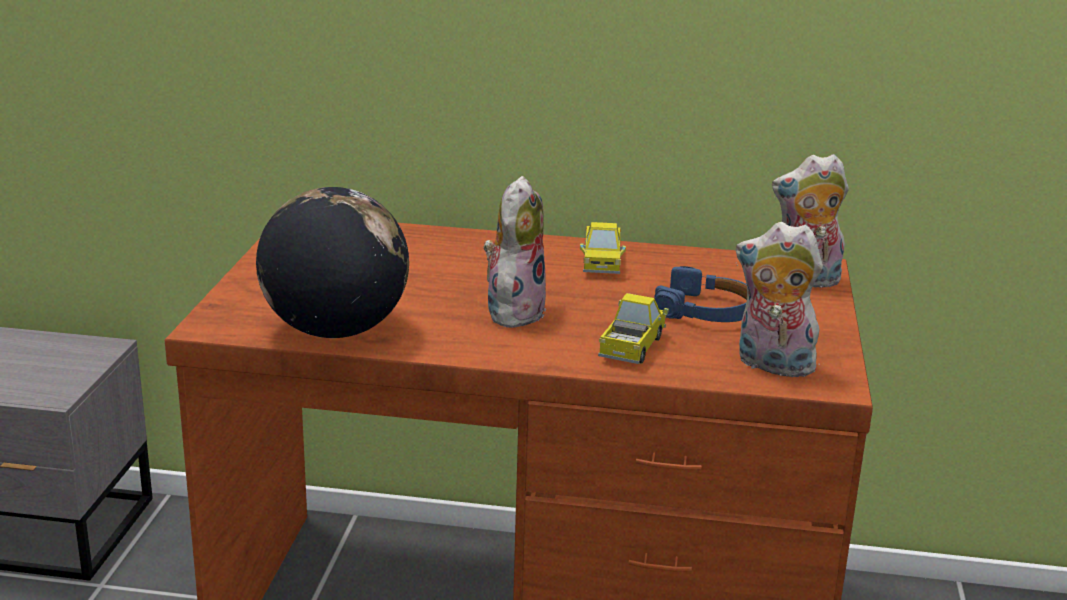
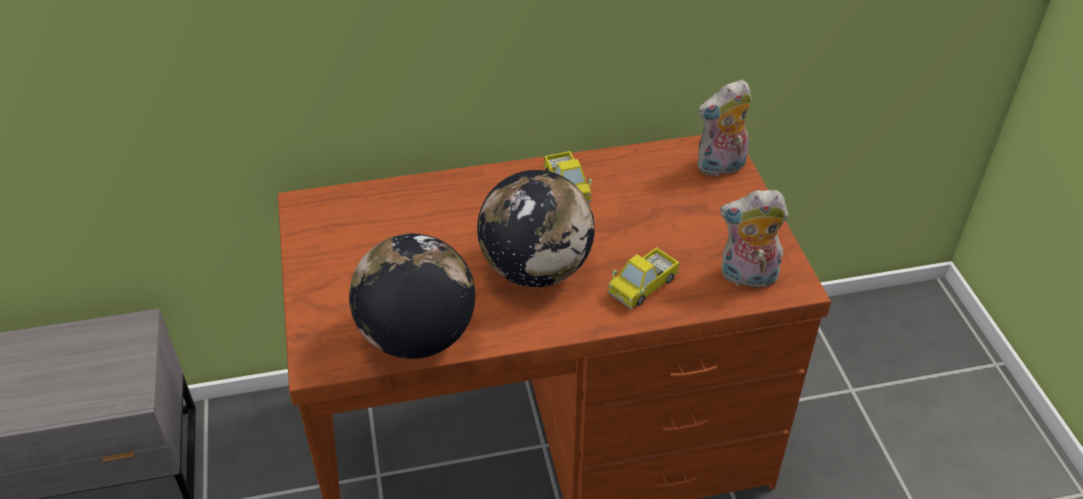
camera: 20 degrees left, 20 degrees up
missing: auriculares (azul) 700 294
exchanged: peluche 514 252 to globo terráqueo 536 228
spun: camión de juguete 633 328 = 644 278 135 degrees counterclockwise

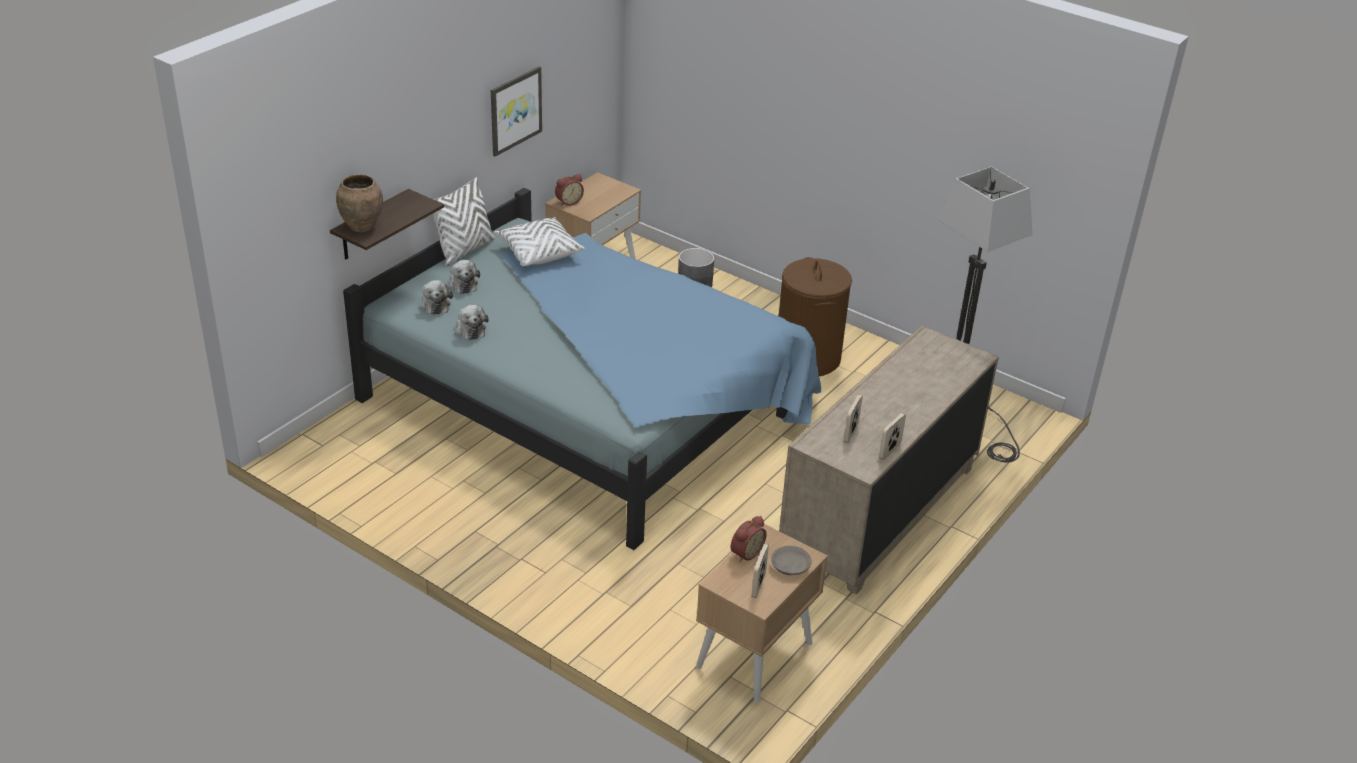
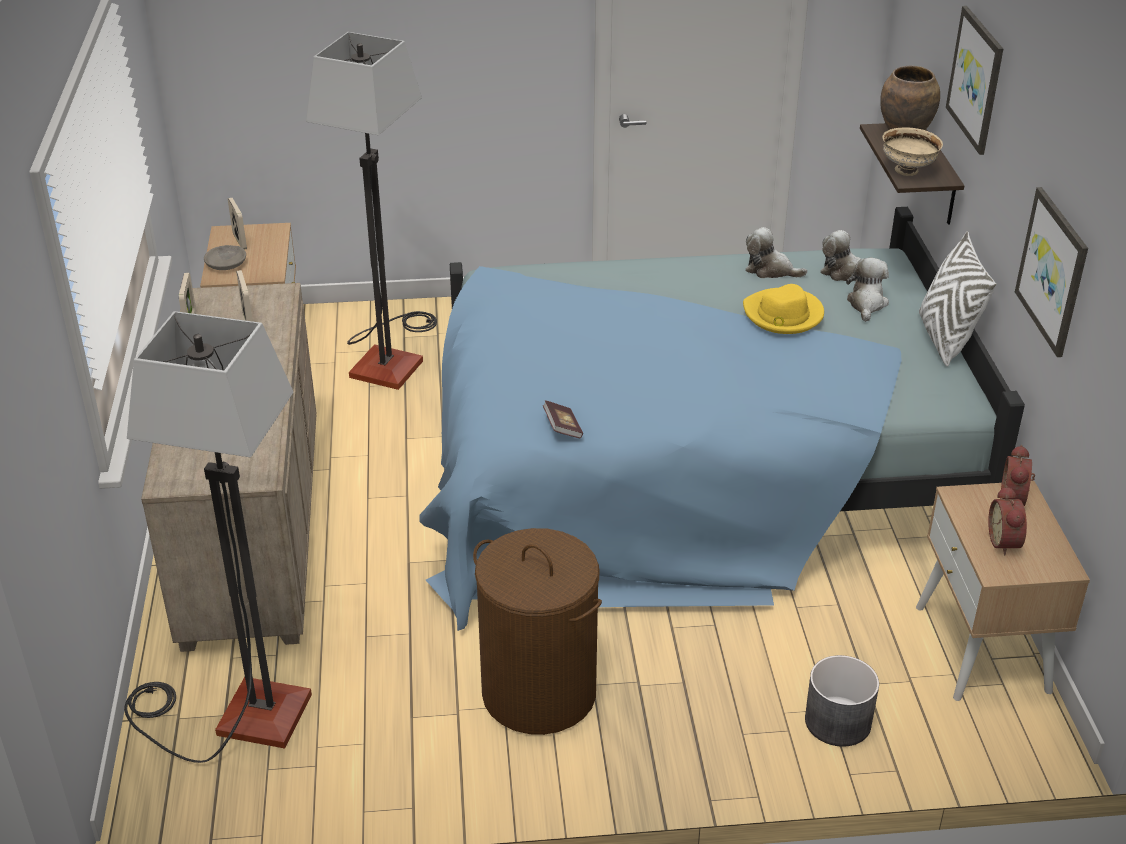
camera: 140 degrees right, 0 degrees up
missing: cojín (blanco) 540 241
appeared: lámpara de pie 371 211; libro 563 419; sombrero (amarillo) 783 309; cuenco (beis) 913 152; cuadro 974 80
relocated: despertador 749 539 to 1007 520
spun: peluche 464 277 = 867 290 75 degrees clockwise

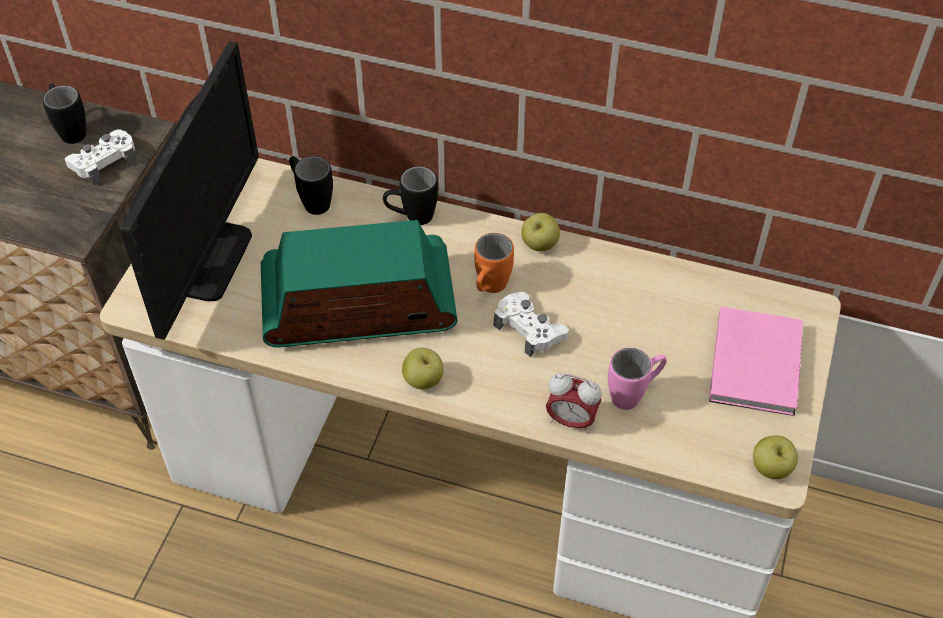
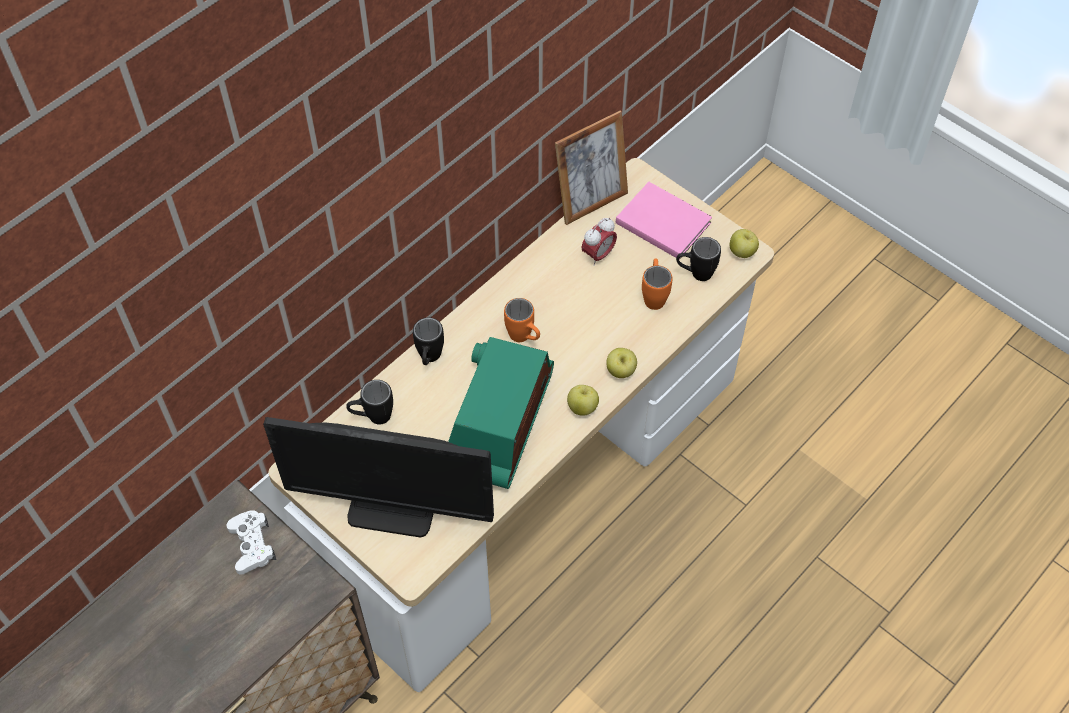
camera: 65 degrees left, 5 degrees up
missing: mando de consola (blanco) 531 324
appeared: portarretratos 591 168
relocated: taza grande (negro) 64 114 to 698 259; manzana 540 232 to 621 363; despertador 574 403 to 599 242
colour: taza grande (rosa) 637 379 to taza grande (naranja) 657 284
spun: monitor 190 190 = 378 477 150 degrees clockwise

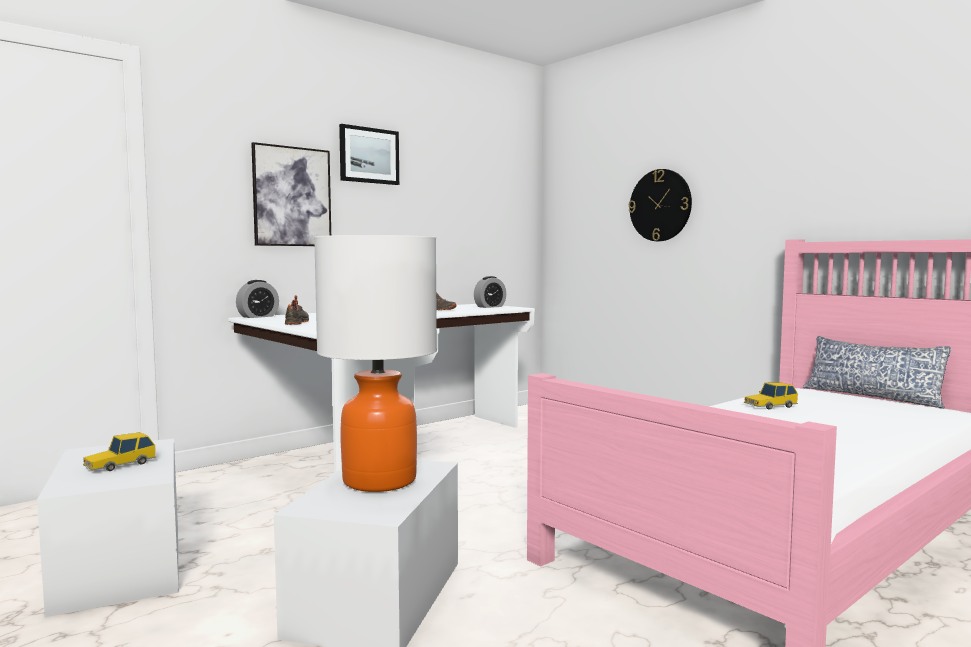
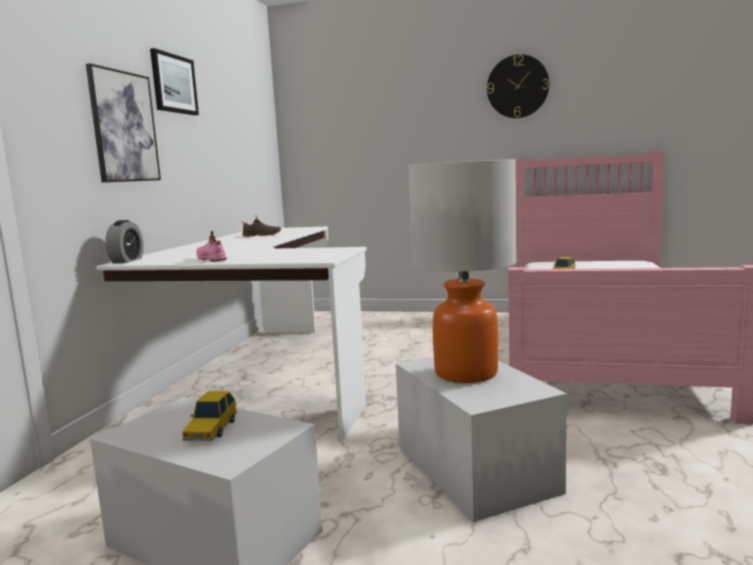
camera: 35 degrees left, 5 degrees up
missing: despertador 490 292; cojín 877 372
relocated: reloj de pared 660 205 to 518 86
colour: zapato (negro) 297 310 to zapato (rosa) 211 246

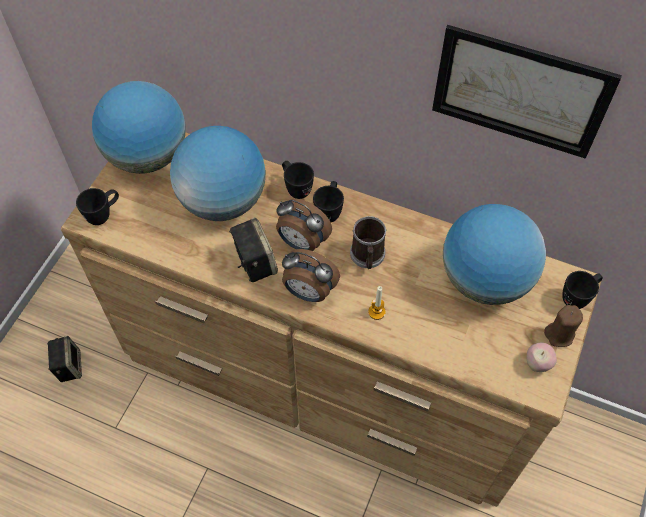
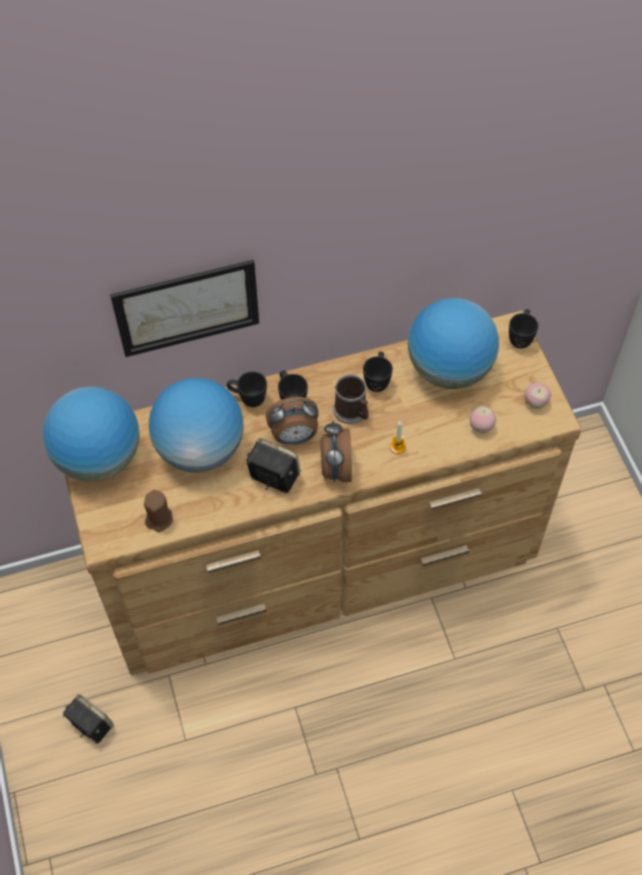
camera: 40 degrees left, 0 degrees up
appeared: manzana 483 420
relocated: taza grande (negro) 97 206 to 378 372; cuadro 527 92 to 184 308; vela (marrón) 563 326 to 158 511
spun: despertador 311 275 = 336 451 105 degrees clockwise

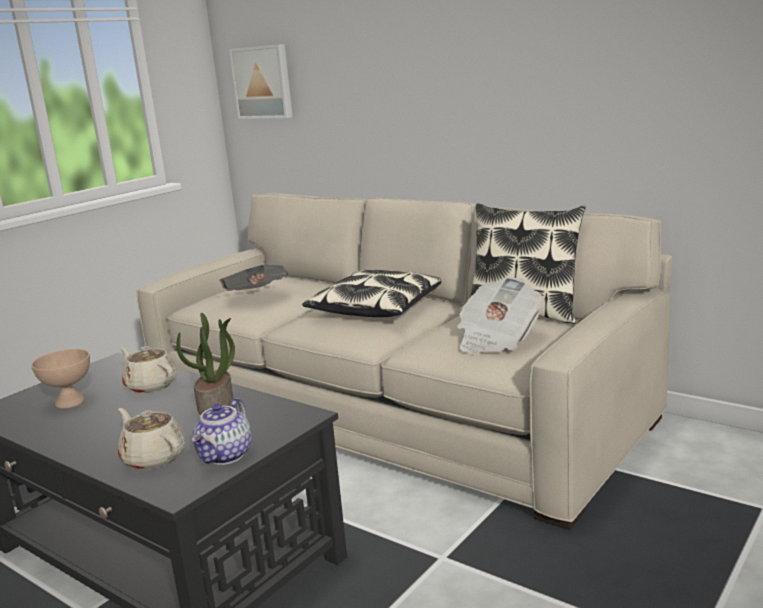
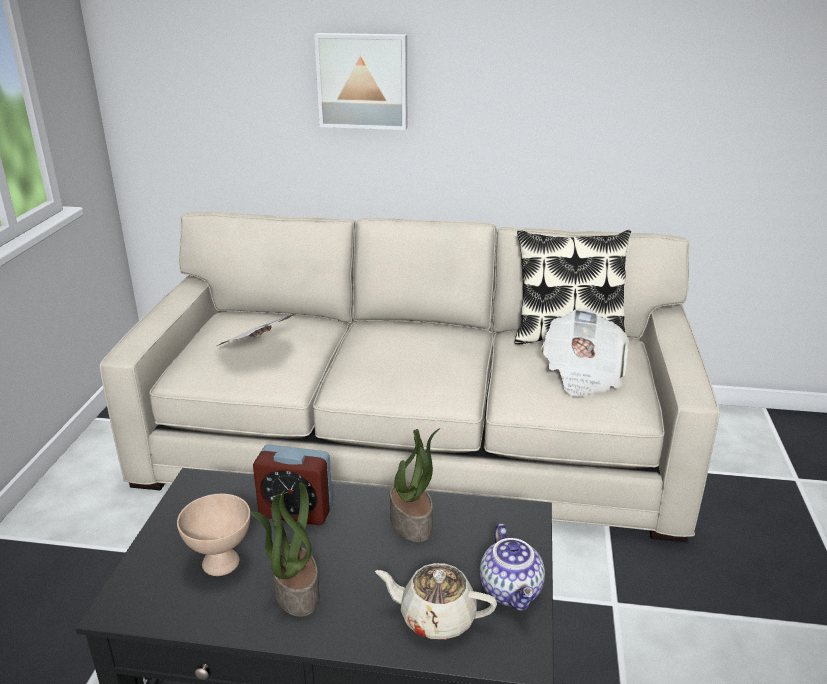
camera: 30 degrees left, 10 degrees up
missing: cojín 372 293
appeared: planta en maceta 285 550
relocated: cuadro 261 81 to 360 81
exchanged: tetera (beis) 148 369 to despertador 293 484

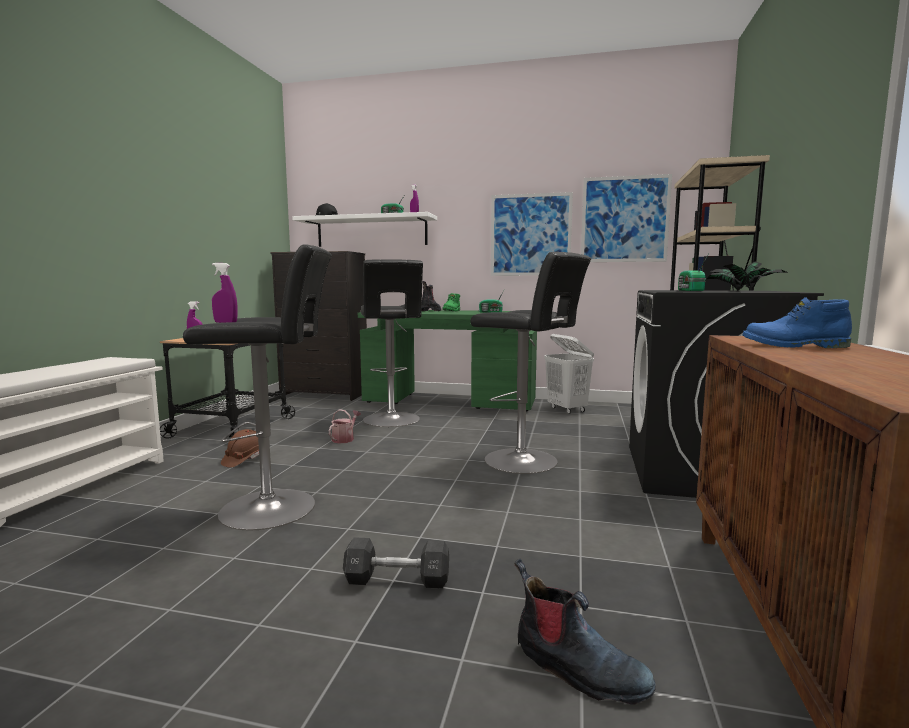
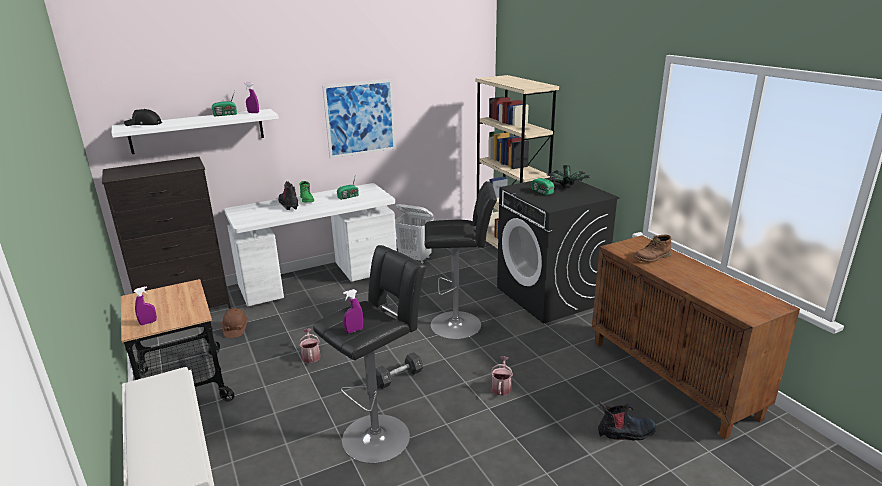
camera: 40 degrees left, 15 degrees up
missing: taburete (negro) 392 343; cuadro 626 218
appeared: regadera 501 376
relocated: casco (marrón) 240 448 to 235 323; mancuerna (negro) 396 563 to 399 370
colour: escritorio (verde) 447 361 to escritorio (blanco) 310 244; bota (azul) 797 322 to bota (marrón) 653 249

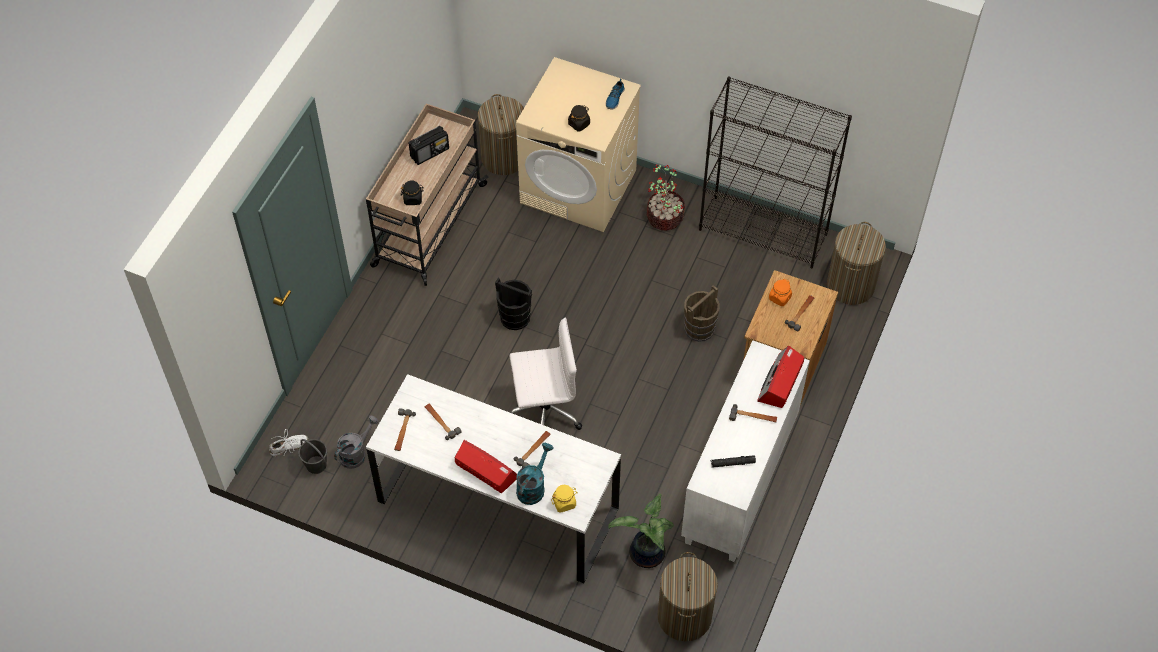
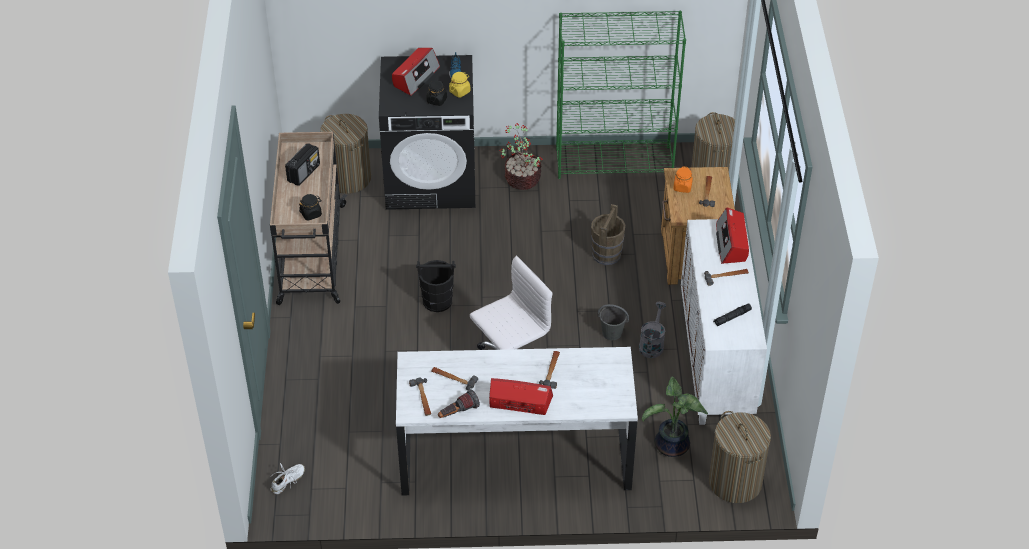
camera: 25 degrees left, 10 degrees down
missing: regadera (turquesa) 534 474
appeared: radio 416 72; linterna 459 403
relocated: cubo (gris) 312 456 to 613 322; regadera (gris) 356 442 to 652 330; tarro (amarillo) 564 499 to 459 84
colour: lavadora (beis) 578 144 to lavadora (negro) 427 132; estantería (negro) 775 173 to estantería (verde) 621 95

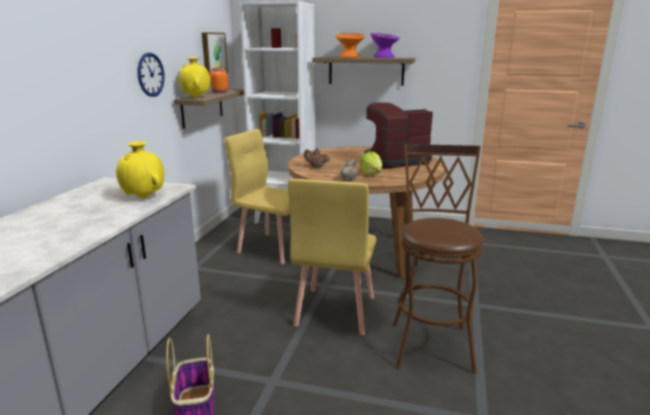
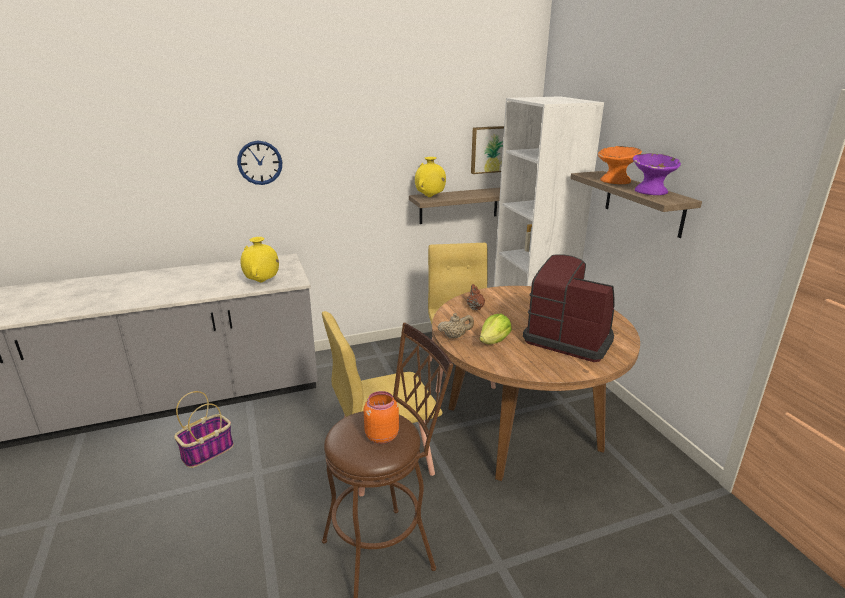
camera: 55 degrees right, 5 degrees up
relocated: reloj de pared 151 75 to 259 163; tarro (naranja) 219 80 to 381 417

